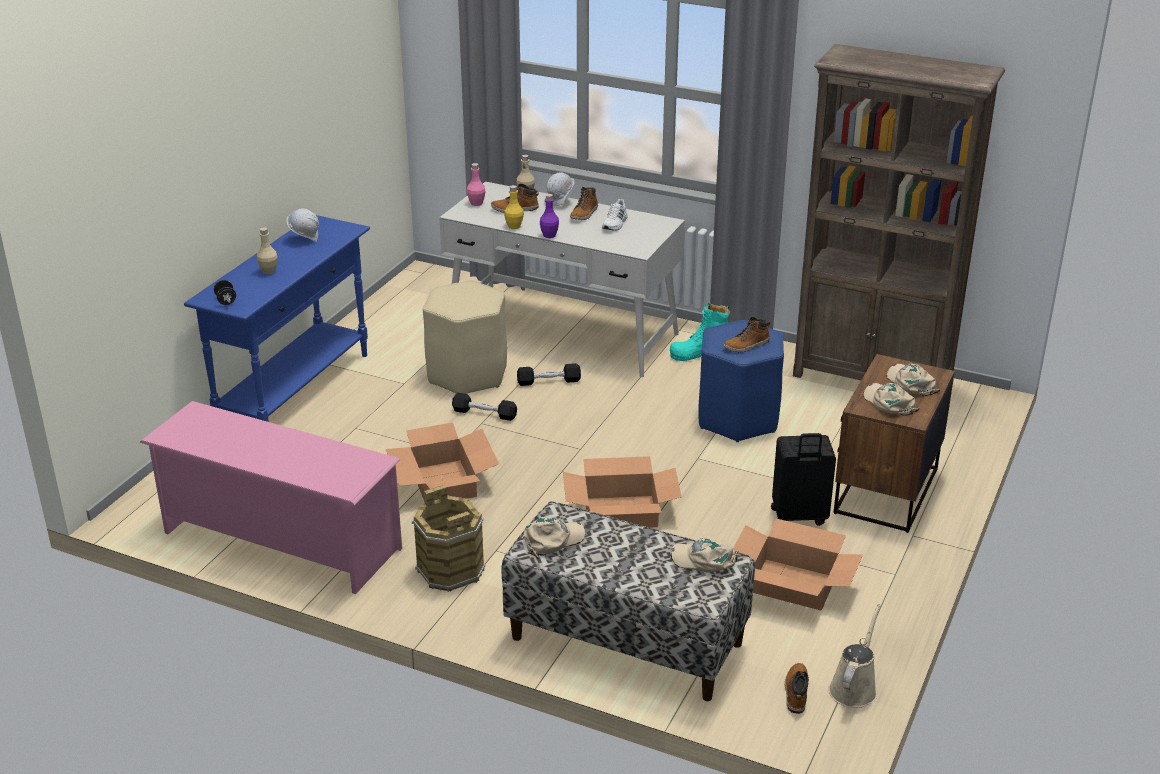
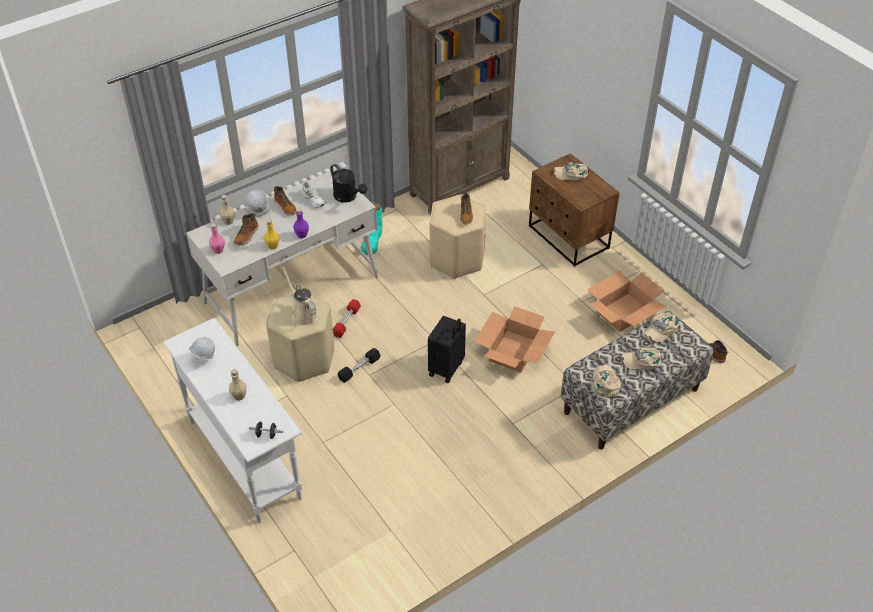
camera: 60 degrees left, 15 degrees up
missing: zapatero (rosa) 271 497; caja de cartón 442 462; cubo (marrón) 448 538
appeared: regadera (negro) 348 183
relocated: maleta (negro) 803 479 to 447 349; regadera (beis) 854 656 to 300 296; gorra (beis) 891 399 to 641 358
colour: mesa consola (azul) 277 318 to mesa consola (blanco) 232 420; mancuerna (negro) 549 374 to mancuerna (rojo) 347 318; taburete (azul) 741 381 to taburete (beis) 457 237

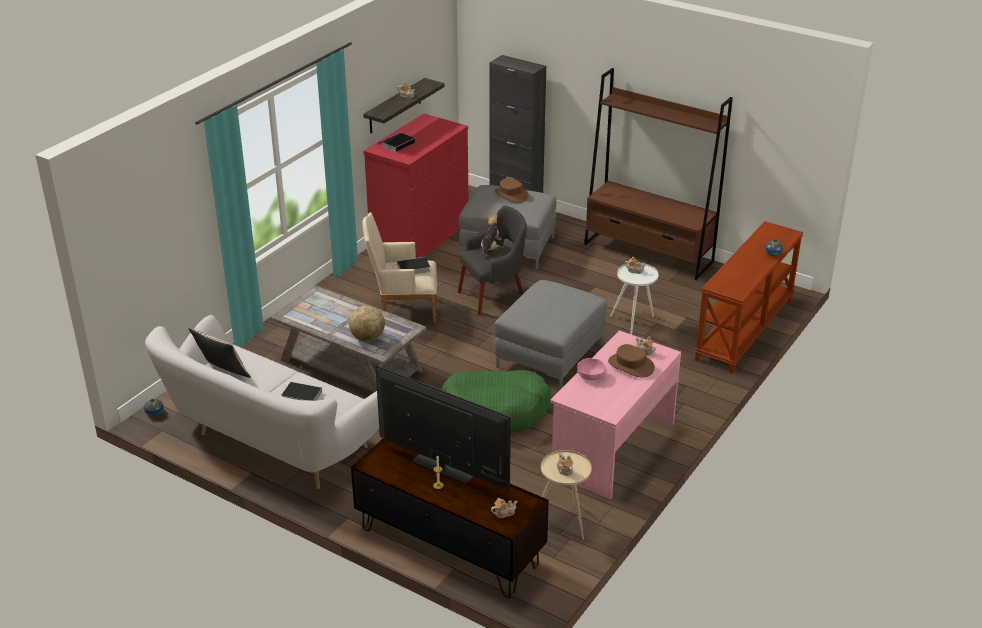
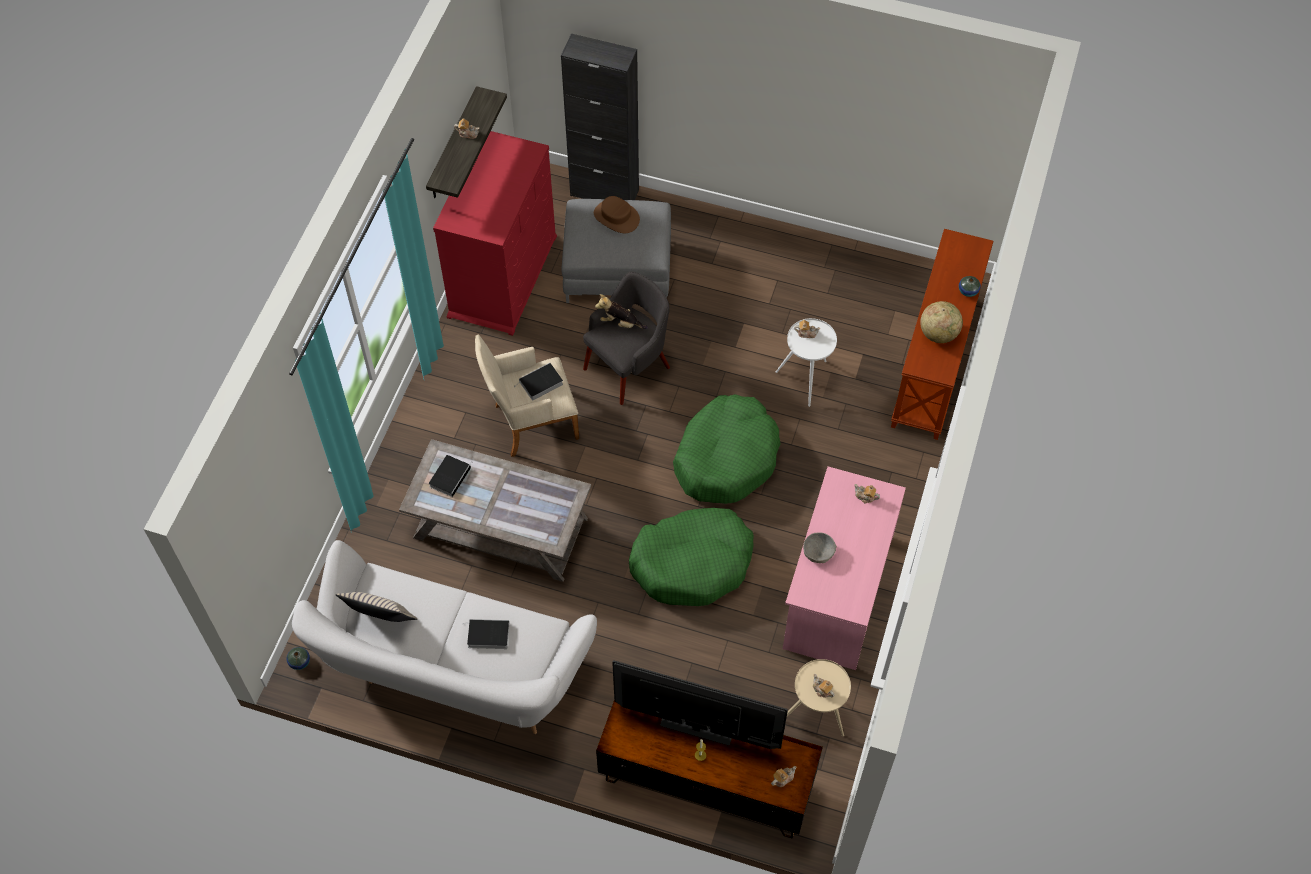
camera: 15 degrees left, 25 degrees up
missing: estantería (marrón) 658 174; sombrero (marrón) 631 360
relocated: globo terráqueo 367 323 to 941 322; libro 400 142 to 450 476
exchanged: puf (gris) 550 335 to cama para perro (verde) 726 449
colour: cuenco (rosa) 591 369 to cuenco (gris) 820 547
spun: peluche 491 237 = 621 311 75 degrees counterclockwise

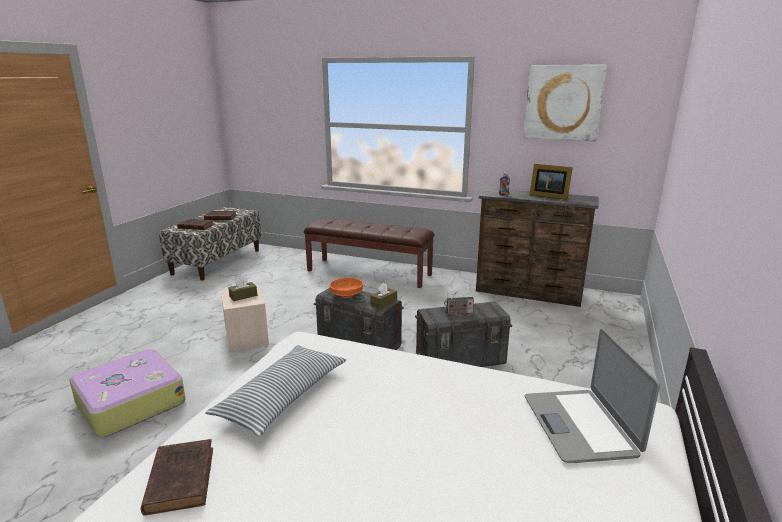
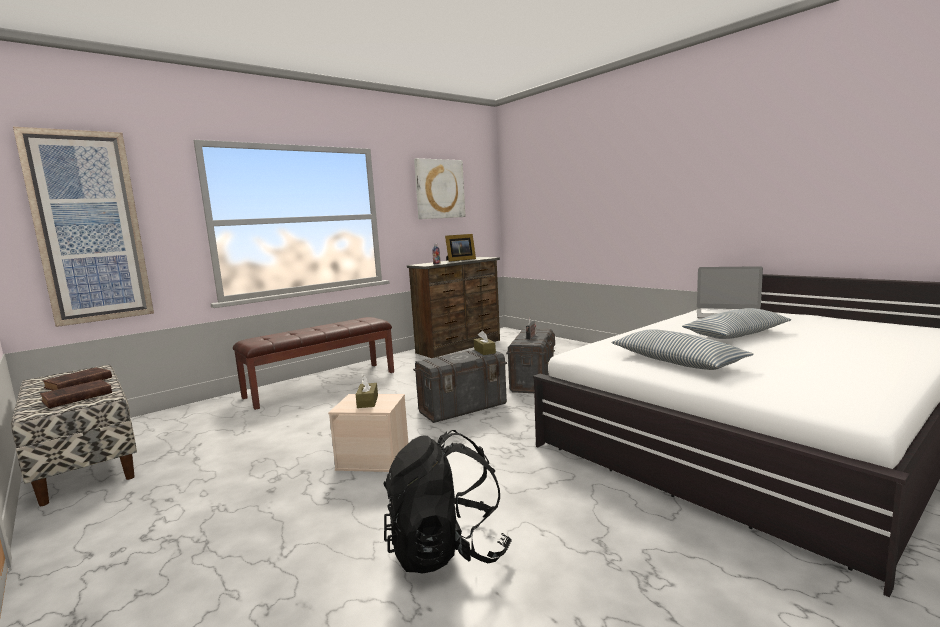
camera: 60 degrees left, 10 degrees down
missing: libro (marrón) 177 477; cuenco (naranja) 346 288
appeared: cuadro 83 227; cojín 736 323
exchanged: maleta 127 393 to mochila (negro) 447 502

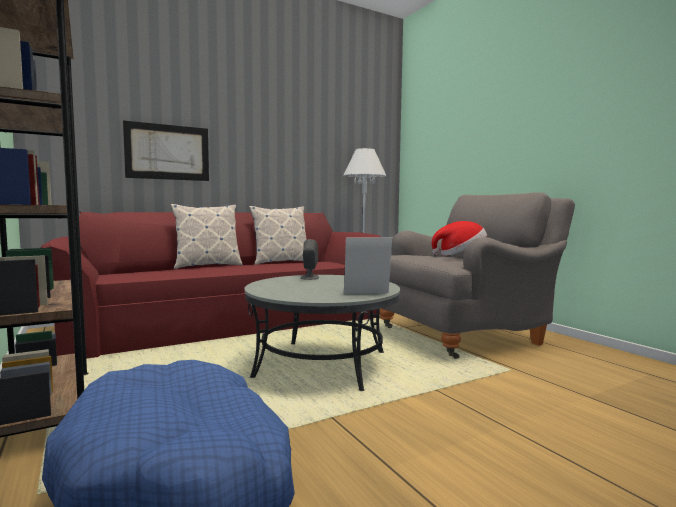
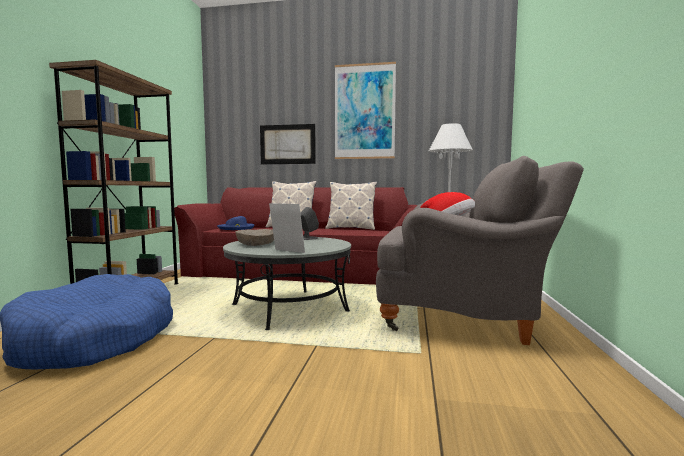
camera: 40 degrees right, 0 degrees up
appeared: sombrero (azul) 236 223; cuenco (beis) 254 237; cuadro 365 110

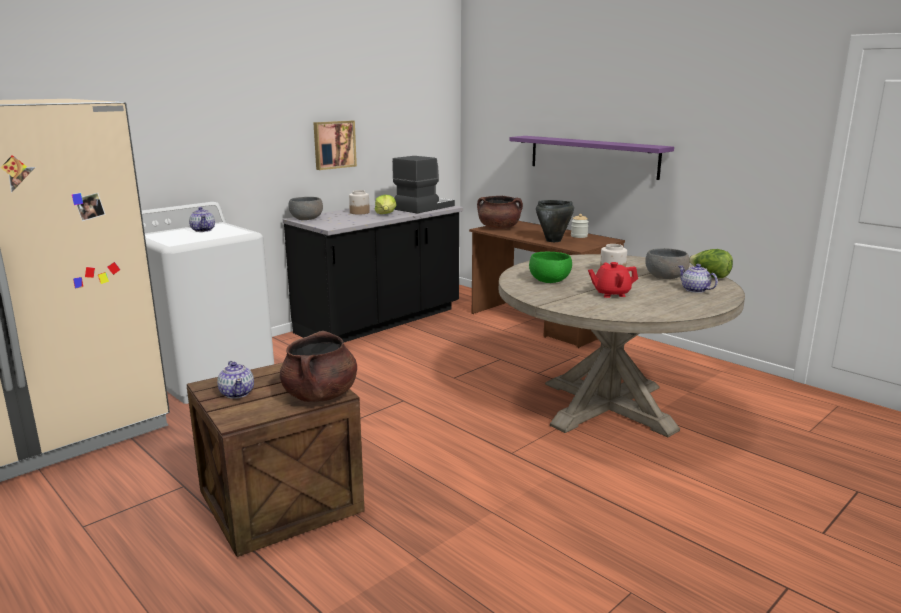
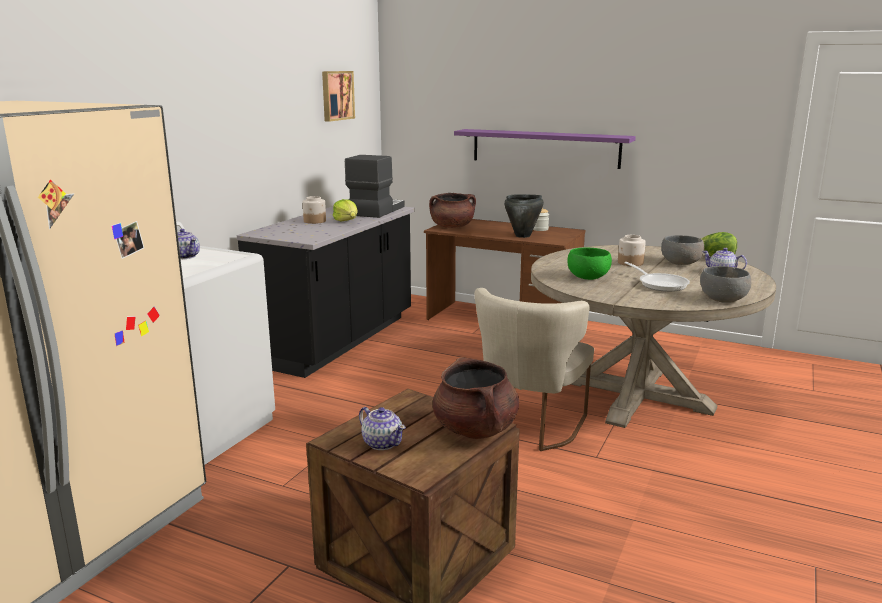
camera: 20 degrees left, 0 degrees up
appeared: silla (beis) 534 369
relocated: cuenco (gris) 305 208 to 725 284; cuadro 335 145 to 338 96
exchanged: tetera (rojo) 613 280 to sartén 657 277

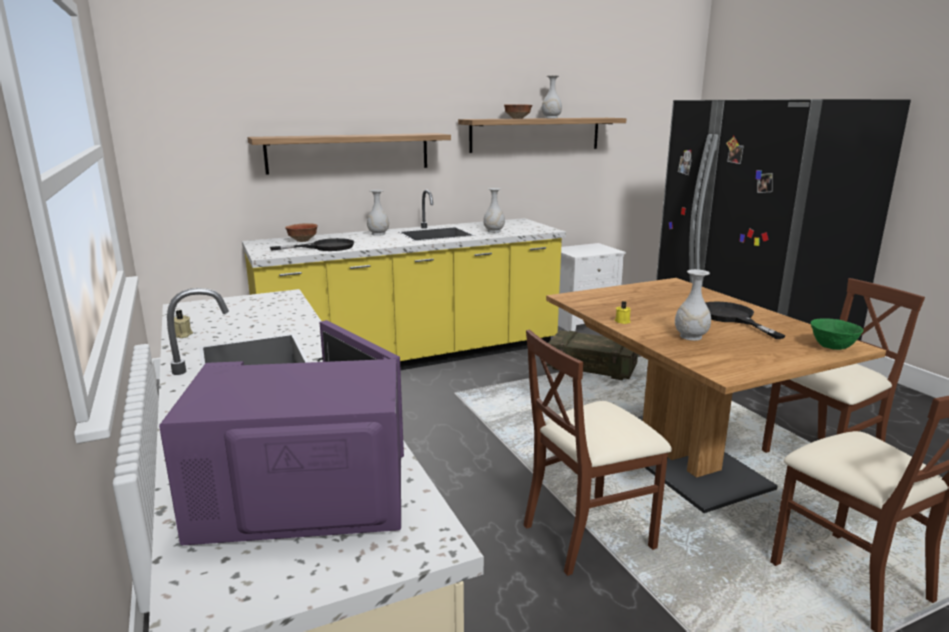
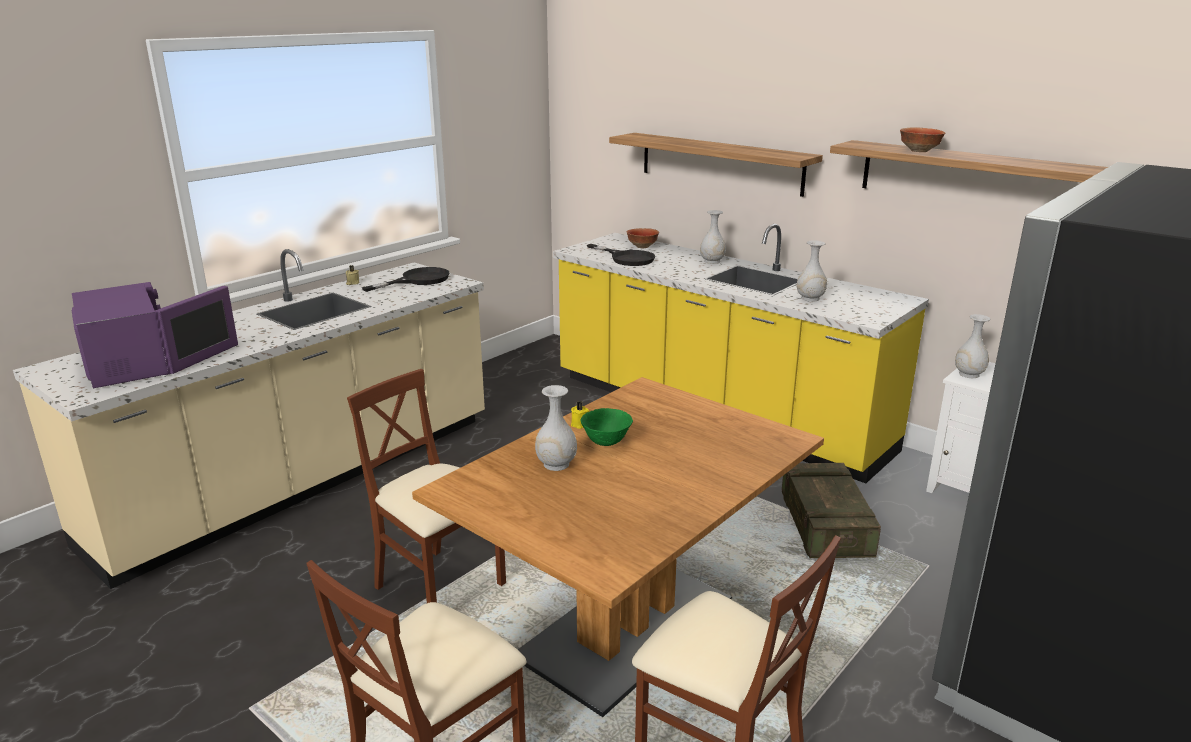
camera: 65 degrees right, 5 degrees up
relocated: florero (blanco) 552 97 to 972 346; sartén (negro) 745 320 to 405 279; cuenco (verde) 837 334 to 606 427

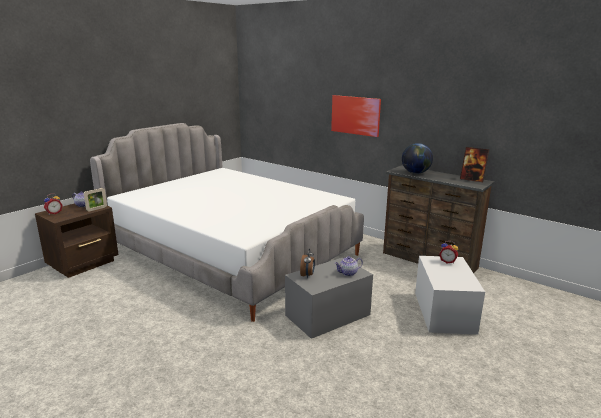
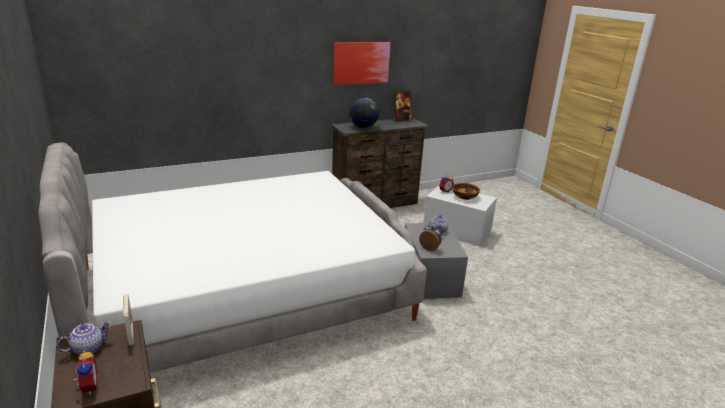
camera: 65 degrees left, 5 degrees up
appeared: cuenco 466 191
relocated: cuadro 356 116 to 362 63

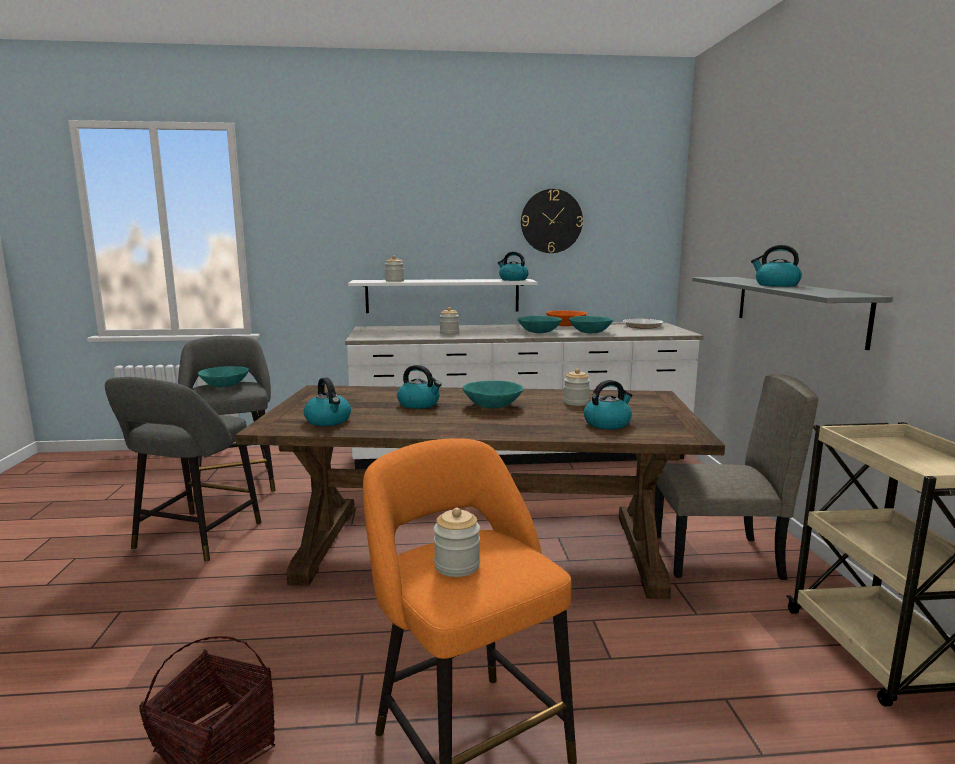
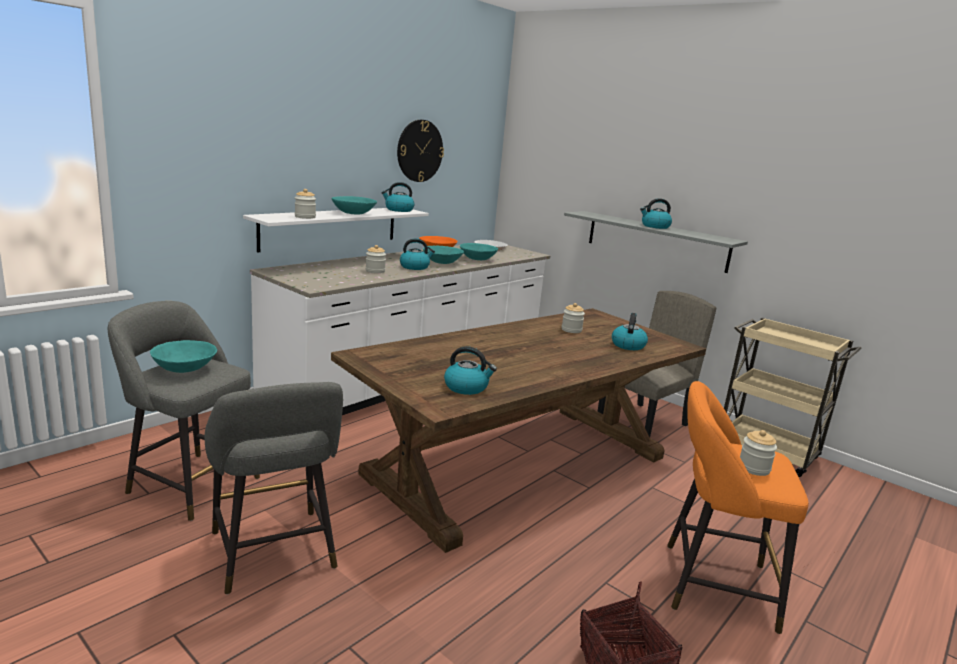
camera: 45 degrees left, 5 degrees up
relocated: hervidor 419 387 to 417 254; cuenco (turquesa) 493 394 to 354 205

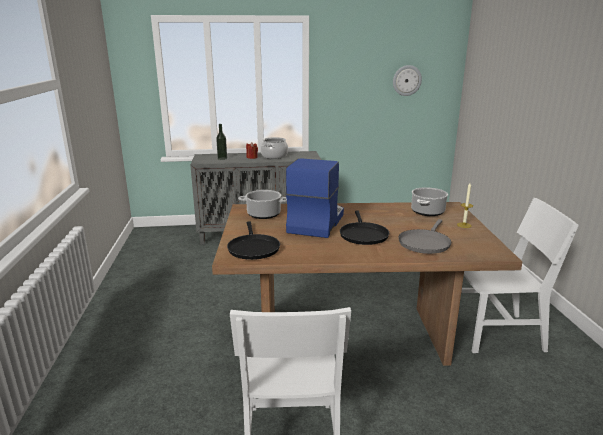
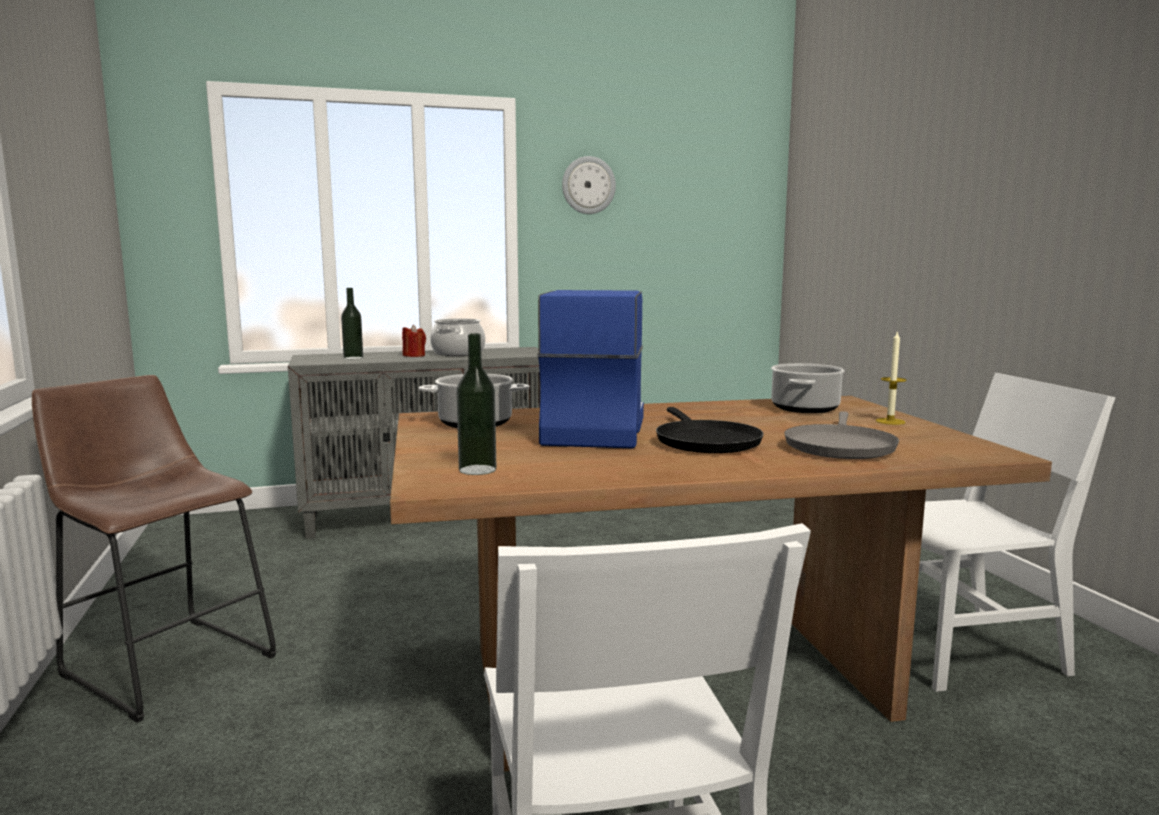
camera: 10 degrees left, 10 degrees down
appeared: taburete (marrón) 154 549
relocated: reloj de pared 407 80 to 589 185
exchanged: sartén (negro) 253 240 to botella 476 404

